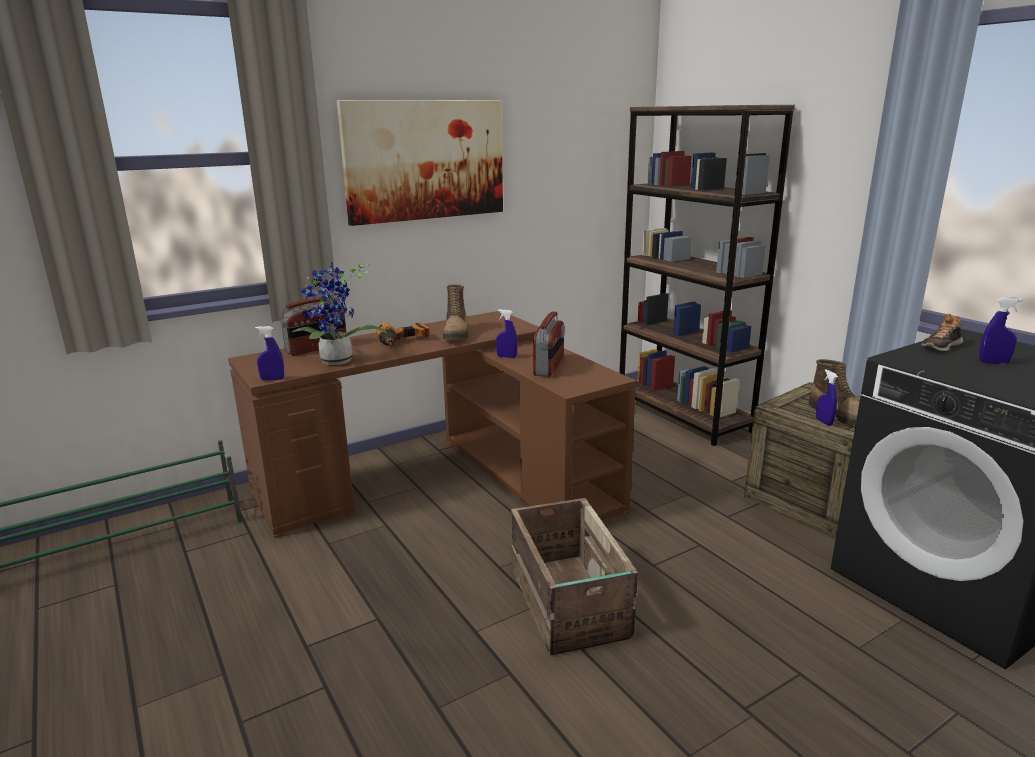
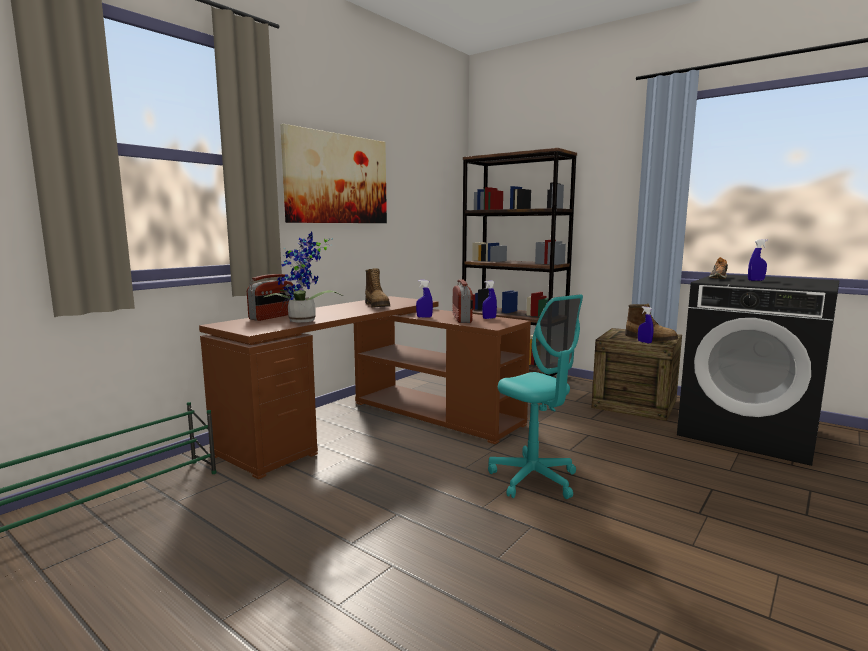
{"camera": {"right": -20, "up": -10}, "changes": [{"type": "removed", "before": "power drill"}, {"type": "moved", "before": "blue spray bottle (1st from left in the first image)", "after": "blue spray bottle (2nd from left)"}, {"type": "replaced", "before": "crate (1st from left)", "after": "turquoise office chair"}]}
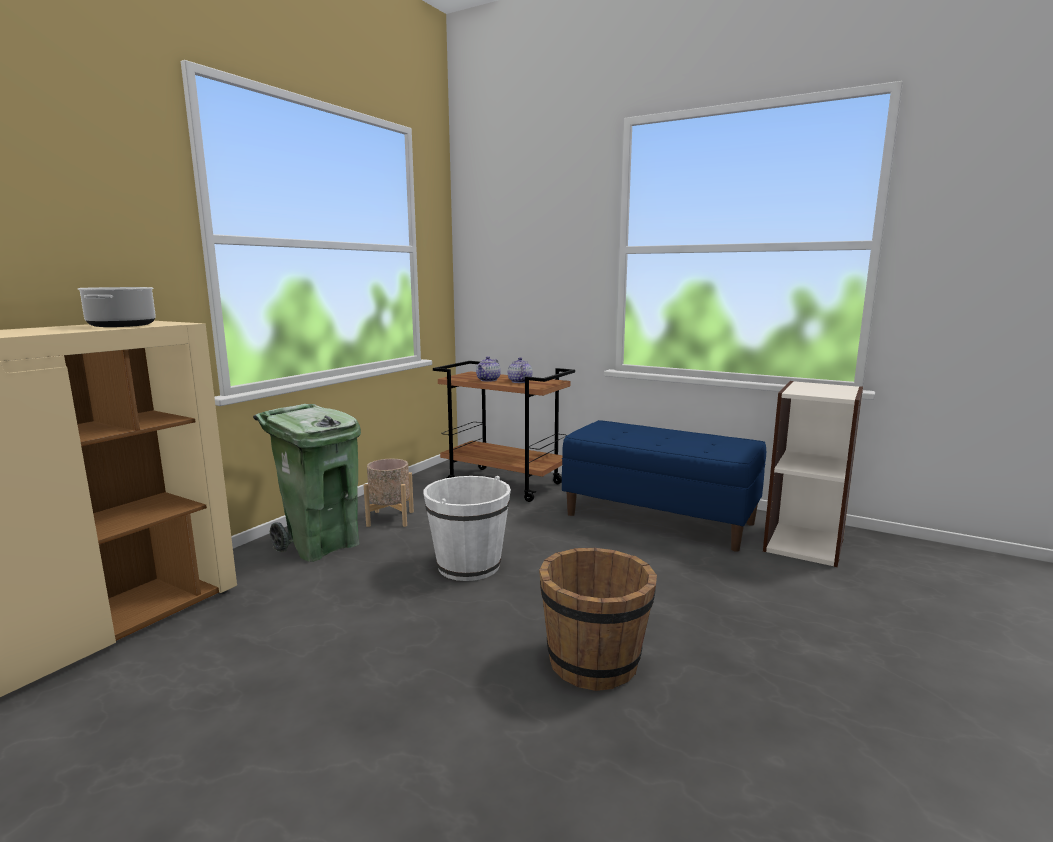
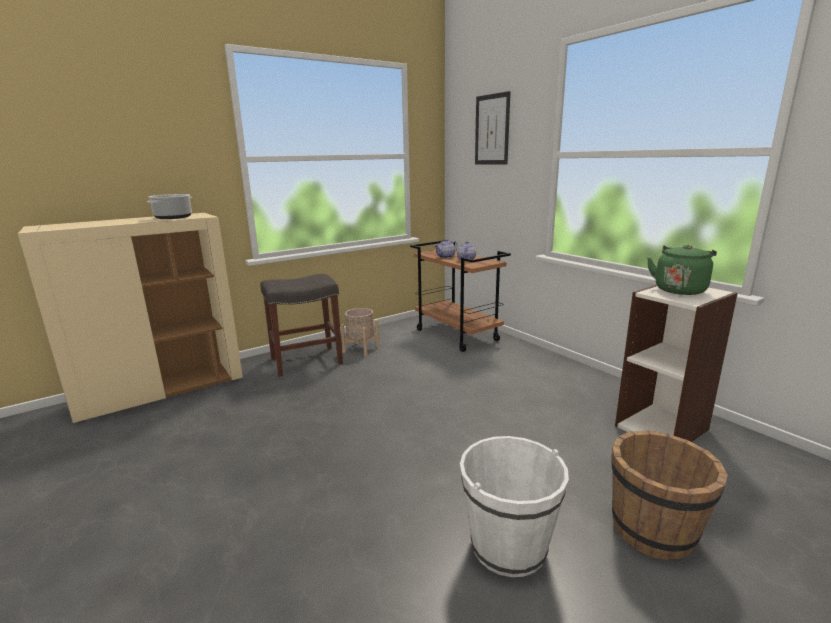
{"camera": {"right": 25, "up": 5}, "changes": [{"type": "replaced", "before": "green trash can", "after": "grey stool"}, {"type": "removed", "before": "blue bench"}, {"type": "moved", "before": "white bucket"}, {"type": "moved", "before": "brown bucket"}, {"type": "added", "after": "picture"}, {"type": "added", "after": "green kettle"}]}
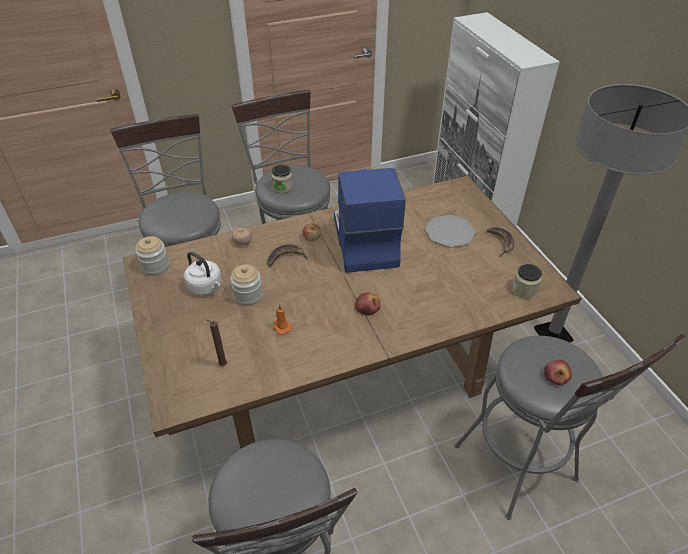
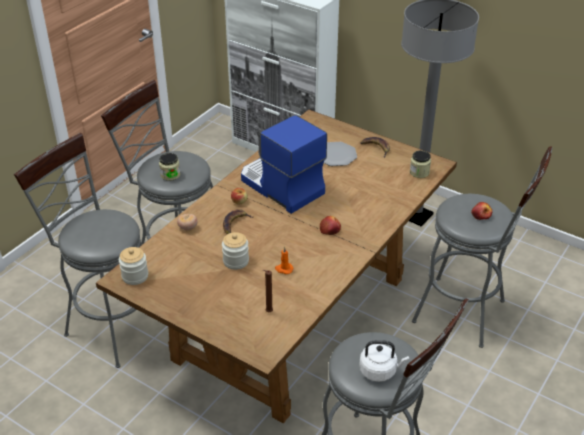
{"camera": {"right": -35, "up": -5}, "changes": [{"type": "moved", "before": "white kettle"}]}
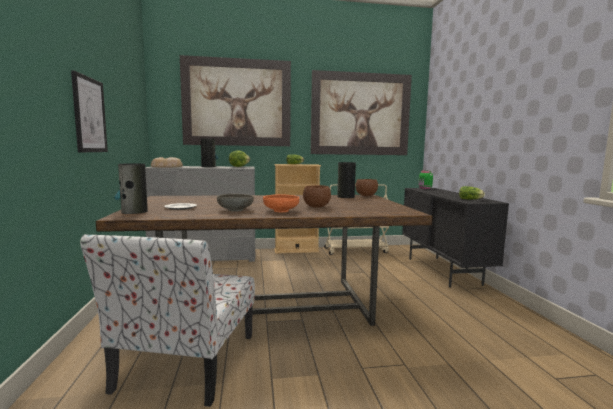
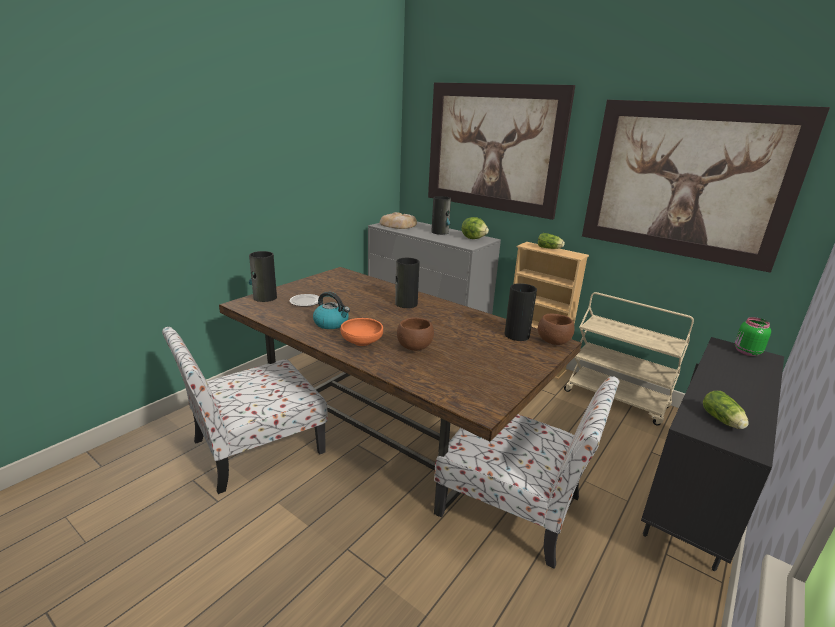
{"camera": {"right": 45, "up": 15}, "changes": [{"type": "removed", "before": "picture (1st from left)"}, {"type": "replaced", "before": "grey bowl", "after": "kettle"}, {"type": "added", "after": "vase (2nd from left)"}, {"type": "added", "after": "chair (2nd from left)"}]}
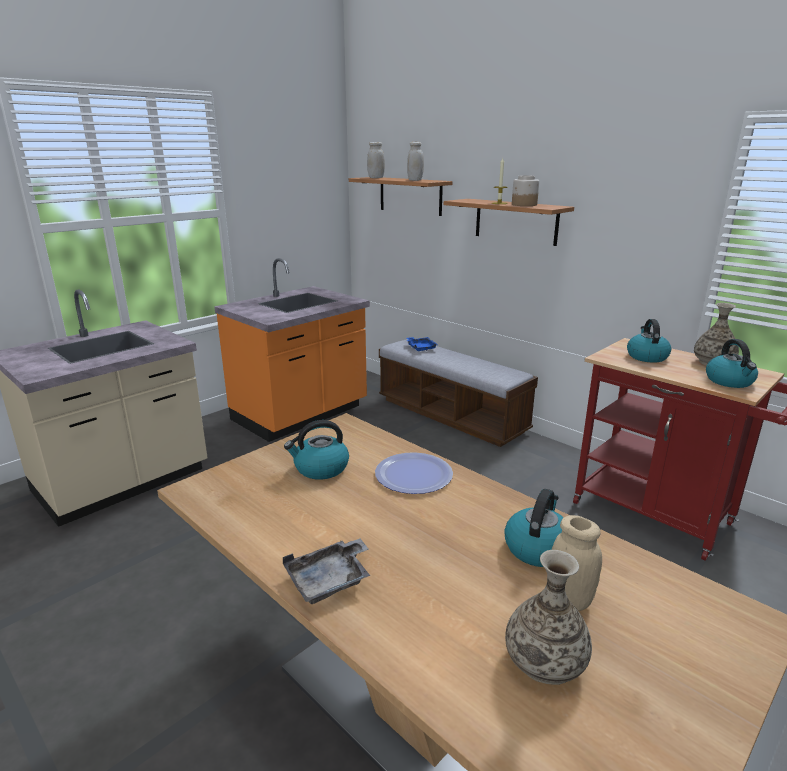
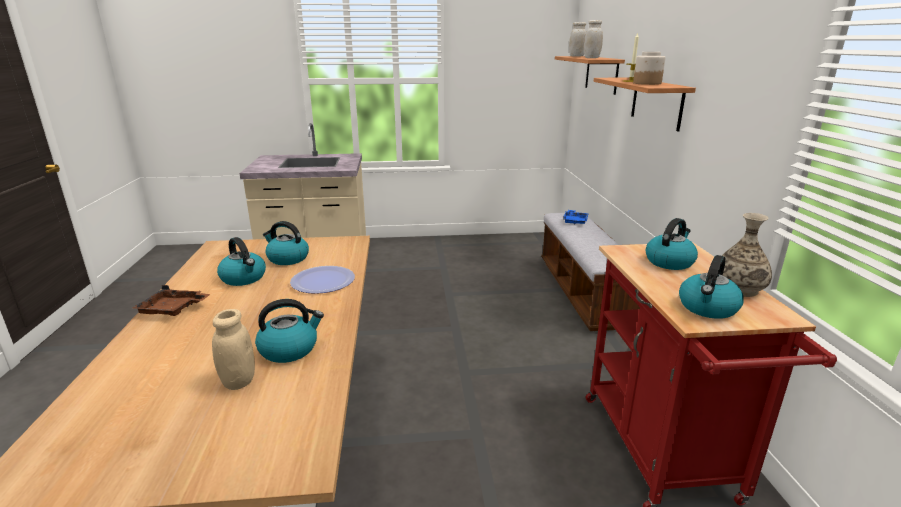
{"camera": {"right": 40, "up": 0}, "changes": [{"type": "removed", "before": "orange counter"}, {"type": "recoloured", "before": "grey tray", "after": "brown tray"}, {"type": "removed", "before": "vase (1st from left)"}, {"type": "added", "after": "kettle (1st from left)"}]}
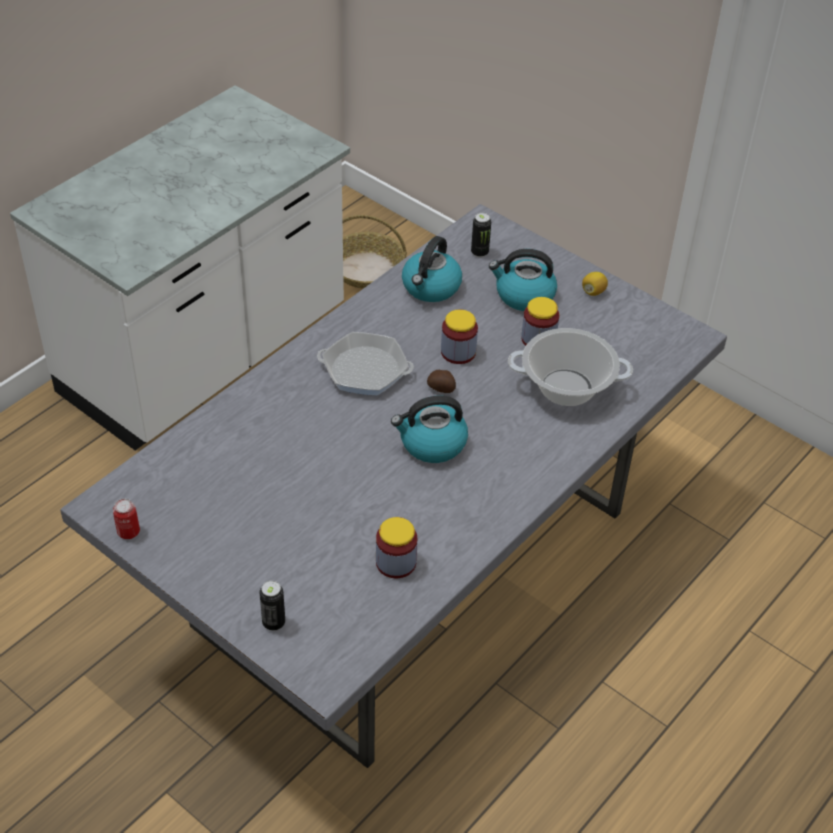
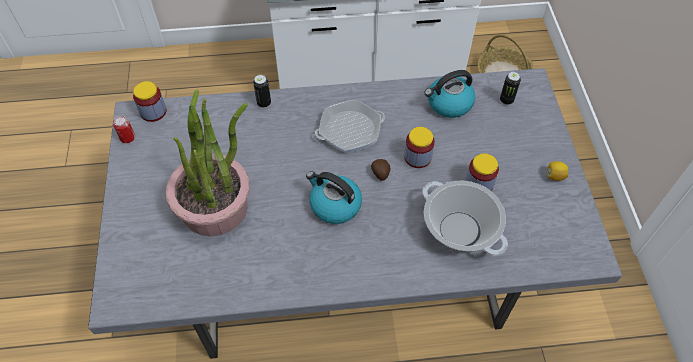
{"camera": {"right": 45, "up": 10}, "changes": [{"type": "removed", "before": "kettle (3rd from left)"}, {"type": "turned", "before": "frying pan", "turn": 105}, {"type": "moved", "before": "jar (1st from left)"}, {"type": "moved", "before": "can (2nd from left)"}, {"type": "added", "after": "potted plant"}]}
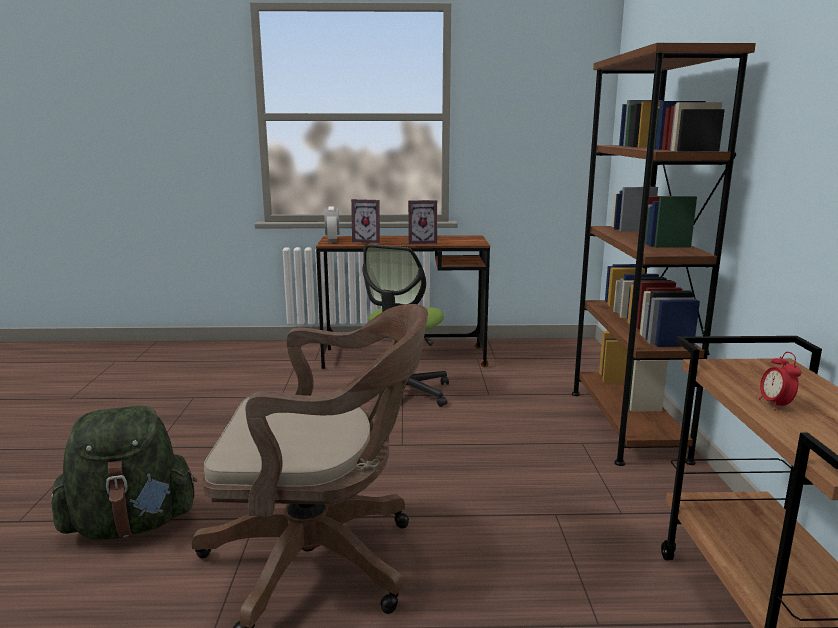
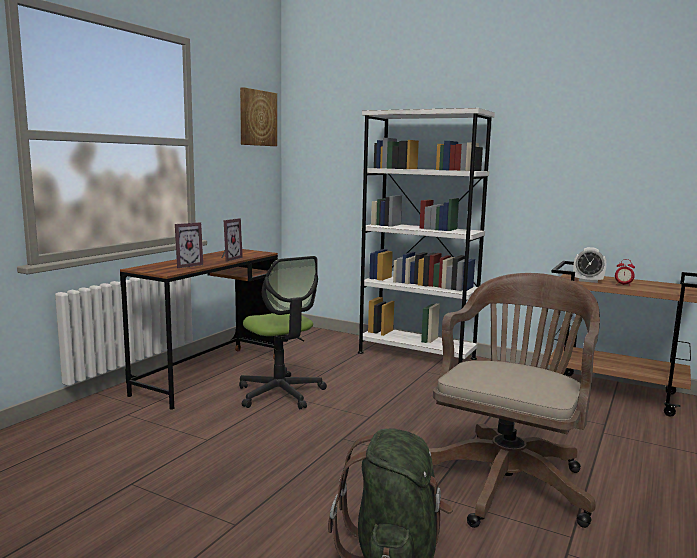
{"camera": {"right": -60, "up": -5}, "changes": [{"type": "recoloured", "before": "brown bookcase", "after": "white bookcase"}, {"type": "moved", "before": "alarm clock (1st from left)"}, {"type": "added", "after": "picture"}]}
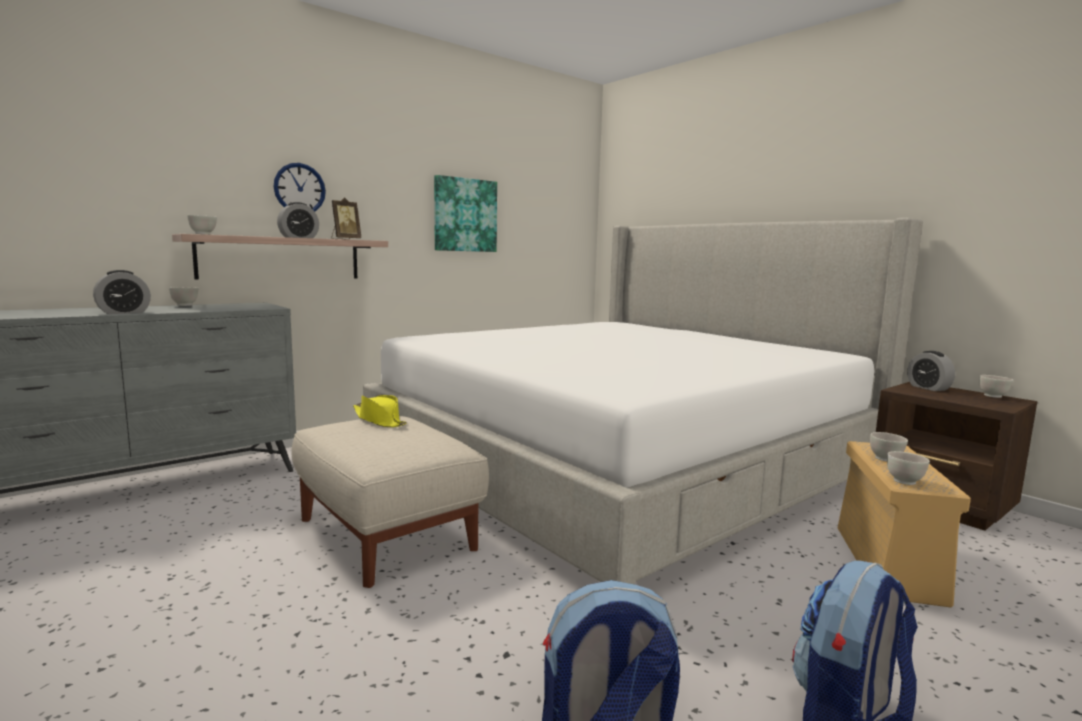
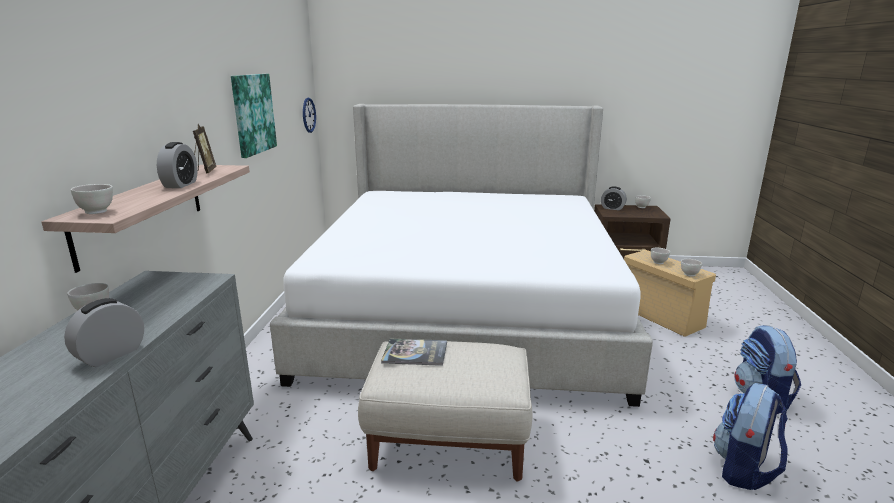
{"camera": {"right": -45, "up": 10}, "changes": [{"type": "moved", "before": "wall clock"}, {"type": "turned", "before": "alarm clock (1st from left)", "turn": -150}, {"type": "replaced", "before": "yellow hat", "after": "book"}]}
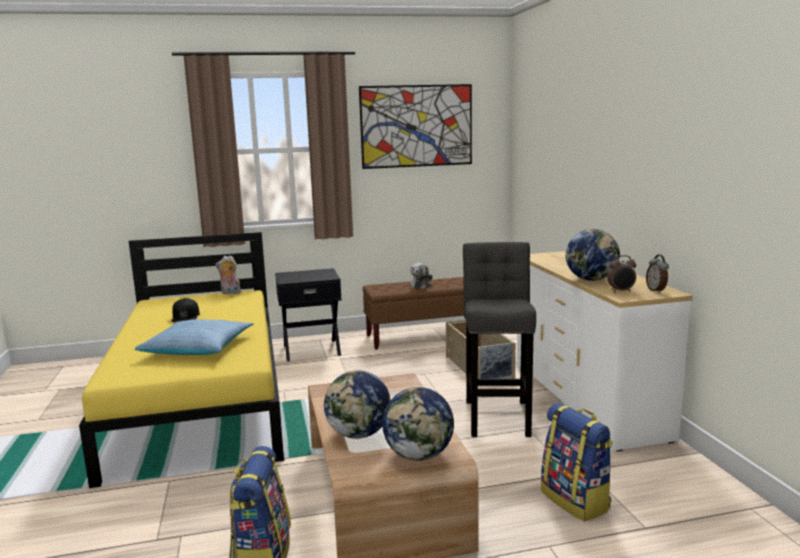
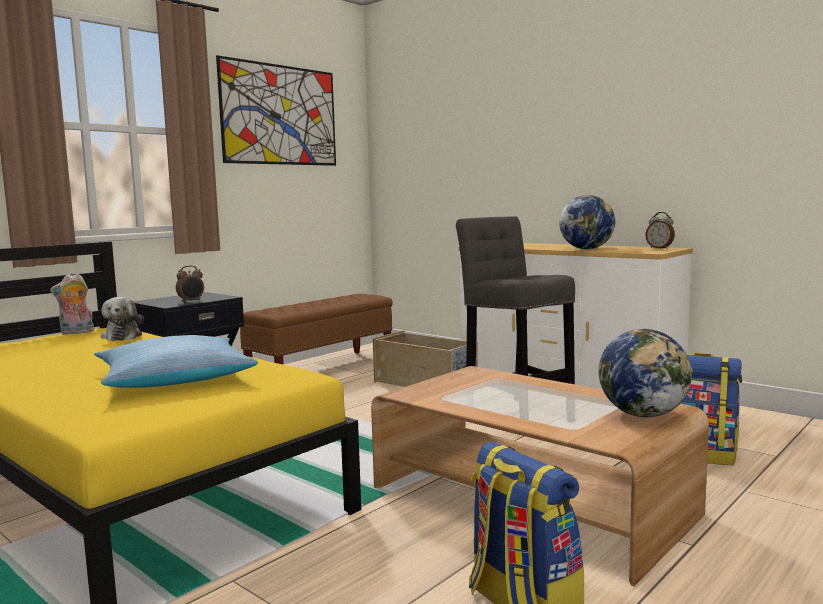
{"camera": {"right": -35, "up": -5}, "changes": [{"type": "moved", "before": "alarm clock (1st from left)"}, {"type": "moved", "before": "plush toy (2nd from left)"}, {"type": "removed", "before": "black cap"}, {"type": "removed", "before": "globe (1st from left)"}]}
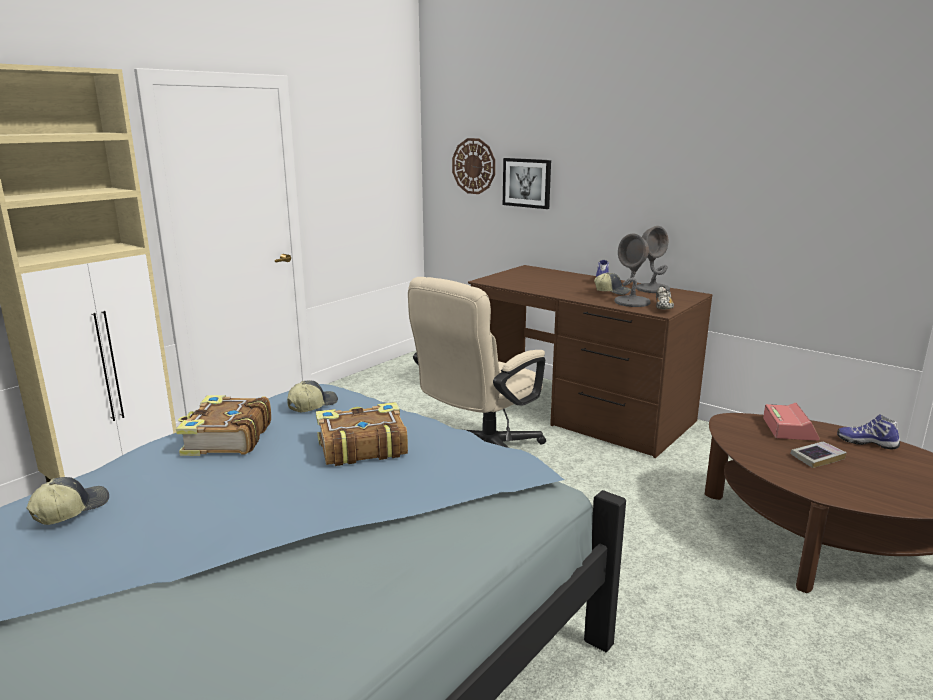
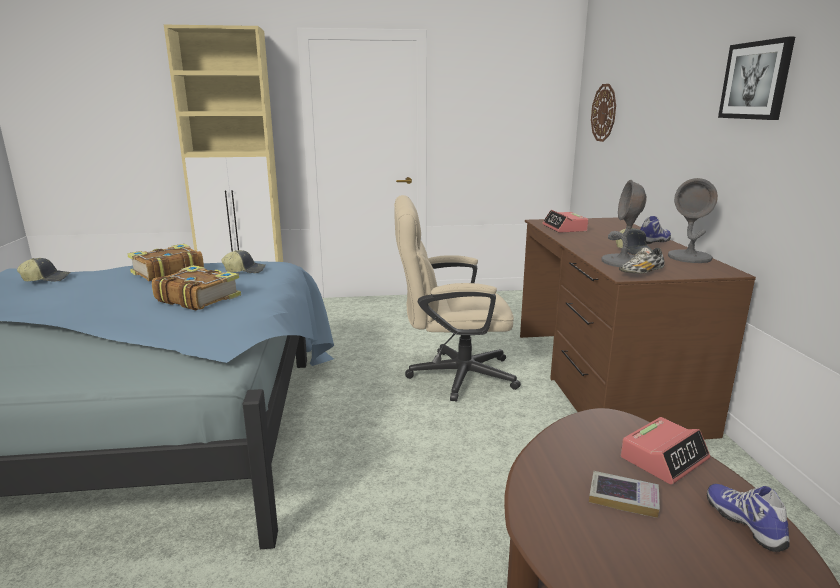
{"camera": {"right": 45, "up": 0}, "changes": [{"type": "moved", "before": "picture"}, {"type": "added", "after": "alarm clock (1st from left)"}]}
